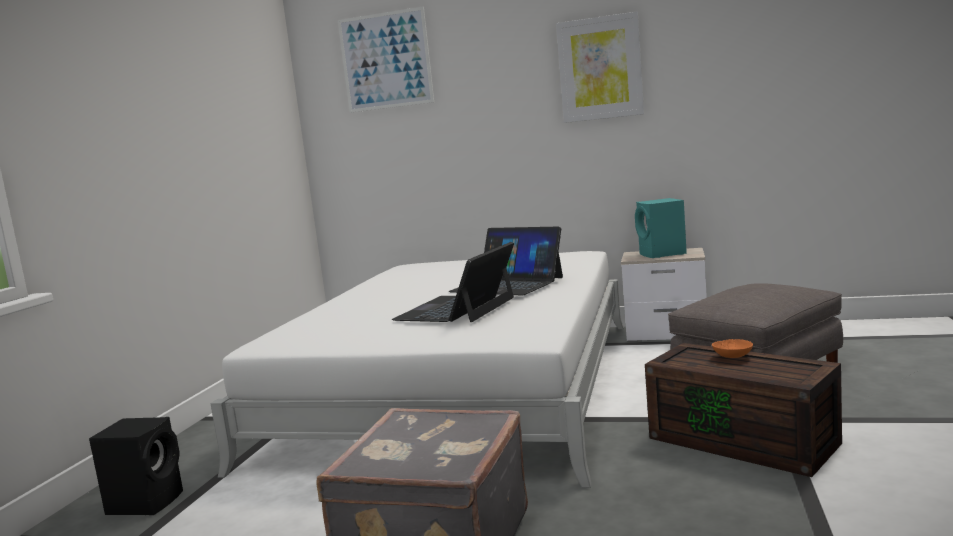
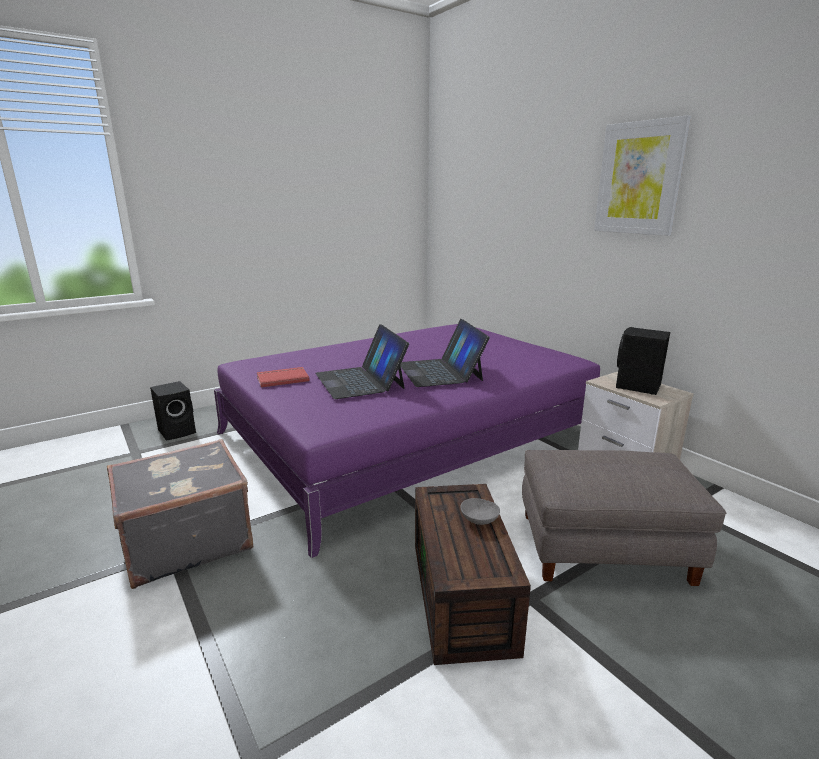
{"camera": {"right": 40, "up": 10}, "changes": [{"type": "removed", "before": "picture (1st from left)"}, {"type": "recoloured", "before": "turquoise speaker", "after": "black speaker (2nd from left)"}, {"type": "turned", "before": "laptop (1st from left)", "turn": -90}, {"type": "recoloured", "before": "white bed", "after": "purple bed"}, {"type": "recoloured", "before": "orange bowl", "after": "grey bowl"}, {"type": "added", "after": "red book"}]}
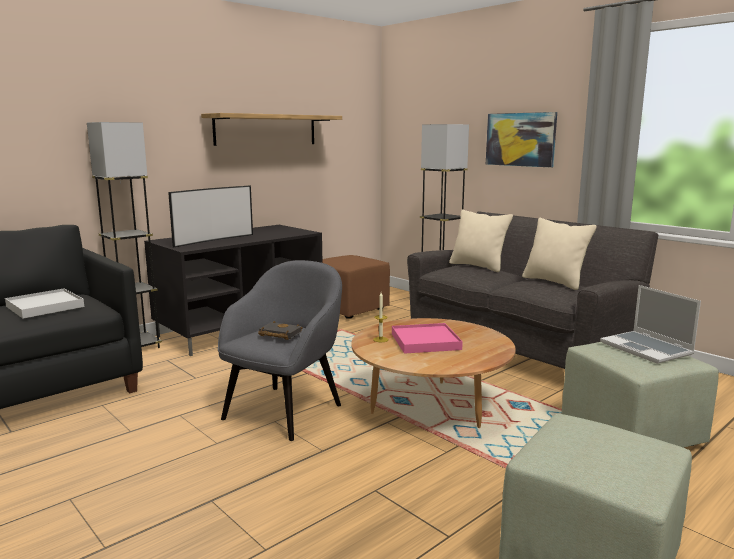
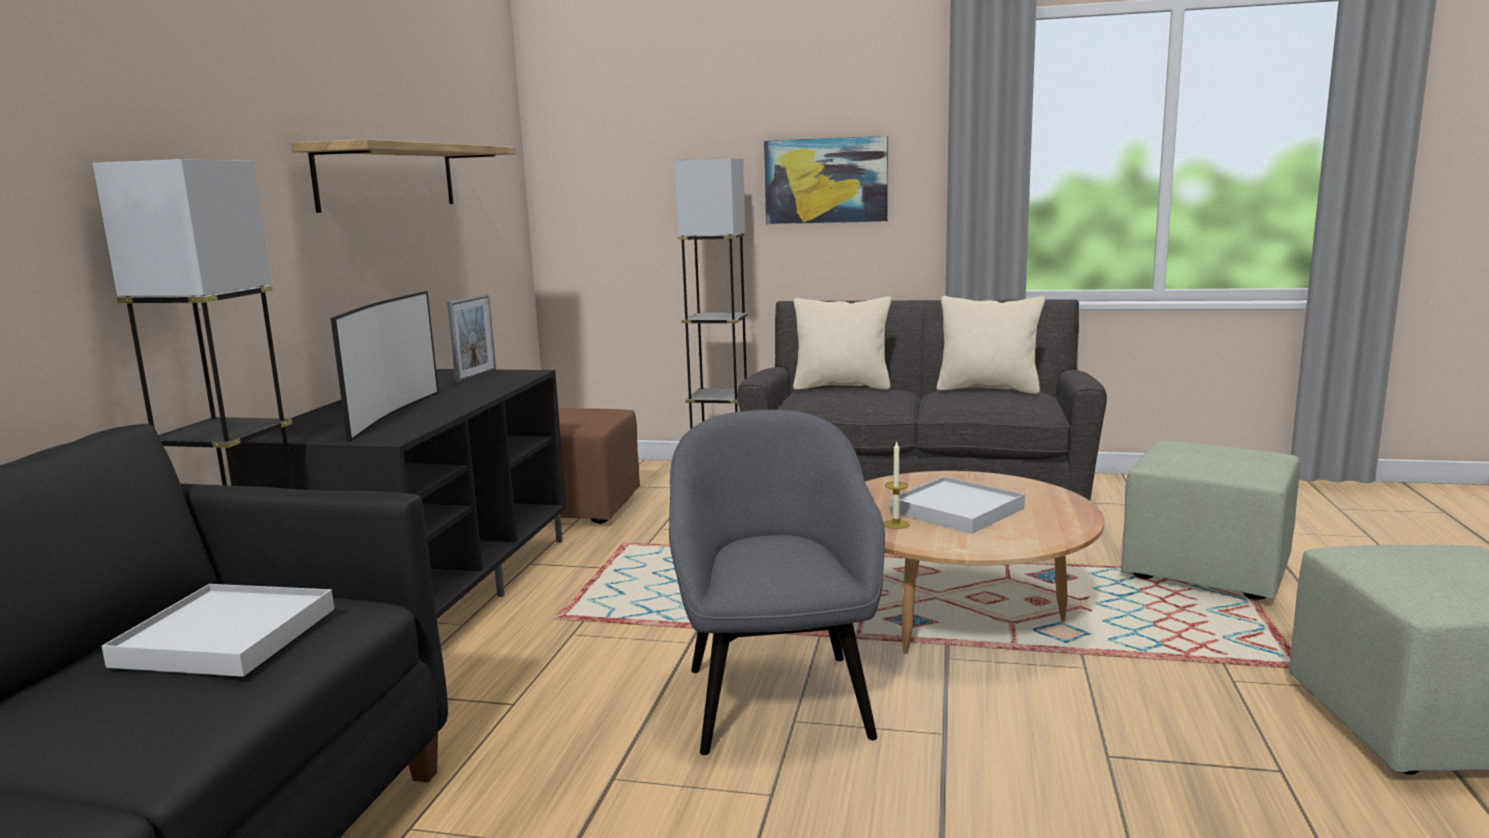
{"camera": {"right": -35, "up": 0}, "changes": [{"type": "removed", "before": "laptop"}, {"type": "removed", "before": "black book"}, {"type": "recoloured", "before": "pink tray", "after": "white tray (2nd from left)"}, {"type": "added", "after": "picture frame"}]}
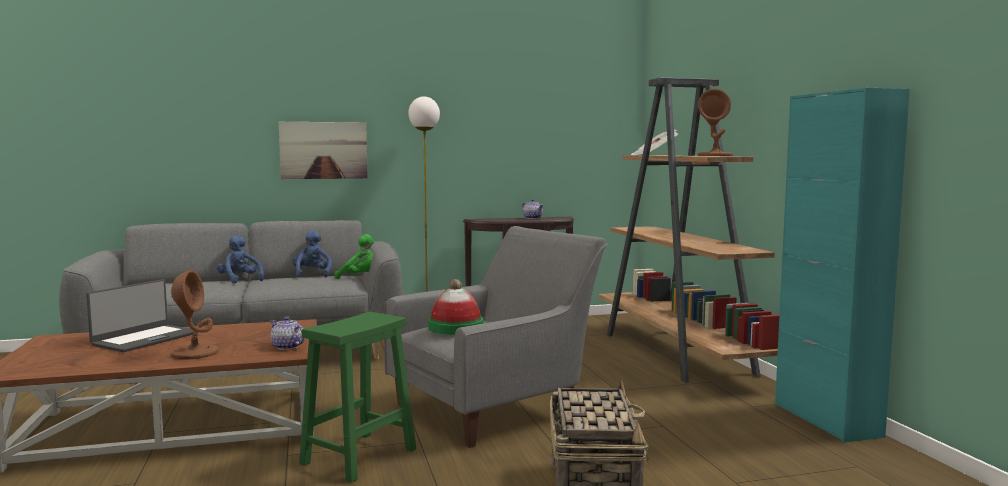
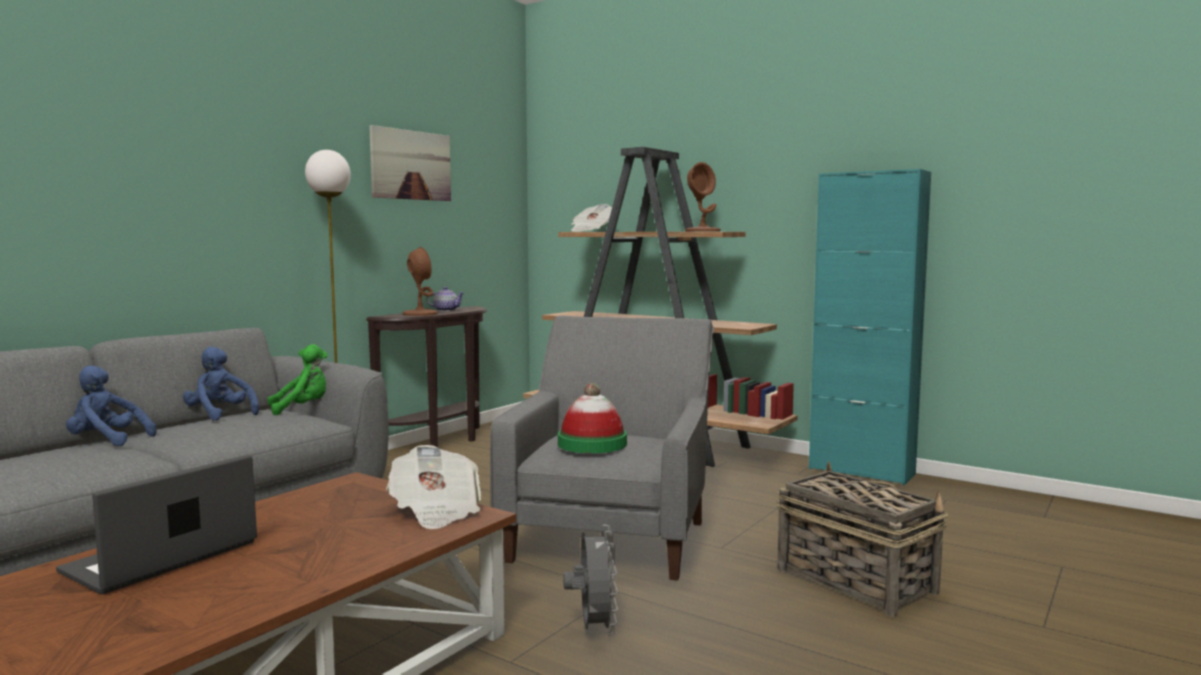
{"camera": {"right": -40, "up": 0}, "changes": [{"type": "moved", "before": "picture"}, {"type": "moved", "before": "brown table lamp (1st from left)"}, {"type": "turned", "before": "laptop", "turn": -135}, {"type": "replaced", "before": "green stool", "after": "grey fan"}, {"type": "replaced", "before": "teapot (1st from left)", "after": "newspaper (1st from left)"}]}
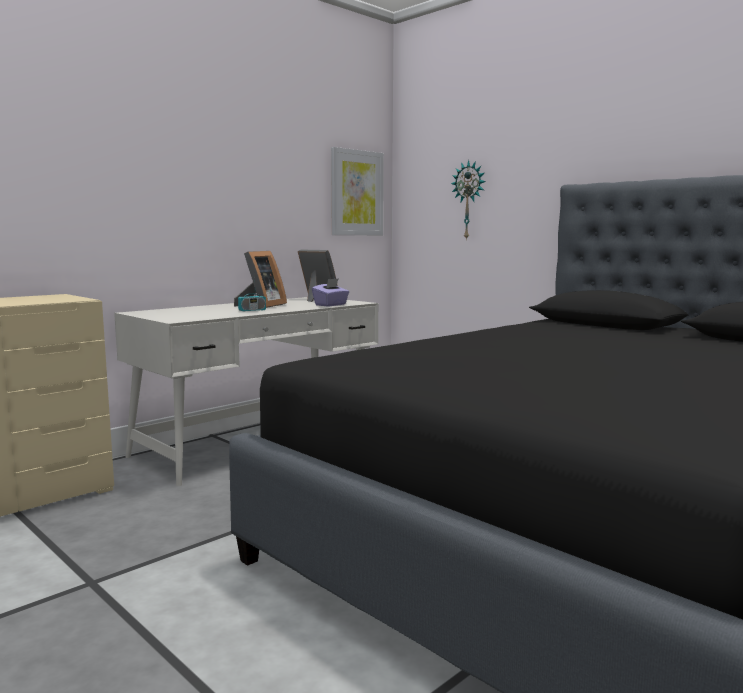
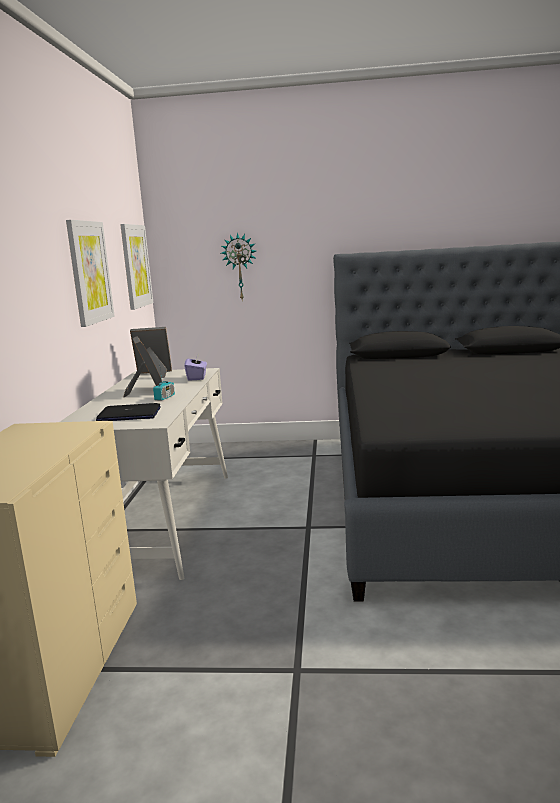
{"camera": {"right": -40, "up": 5}, "changes": [{"type": "added", "after": "picture (1st from left)"}, {"type": "added", "after": "laptop"}]}
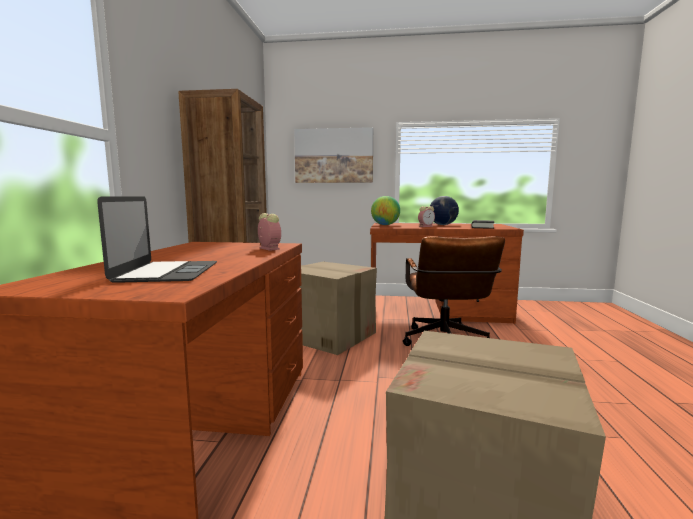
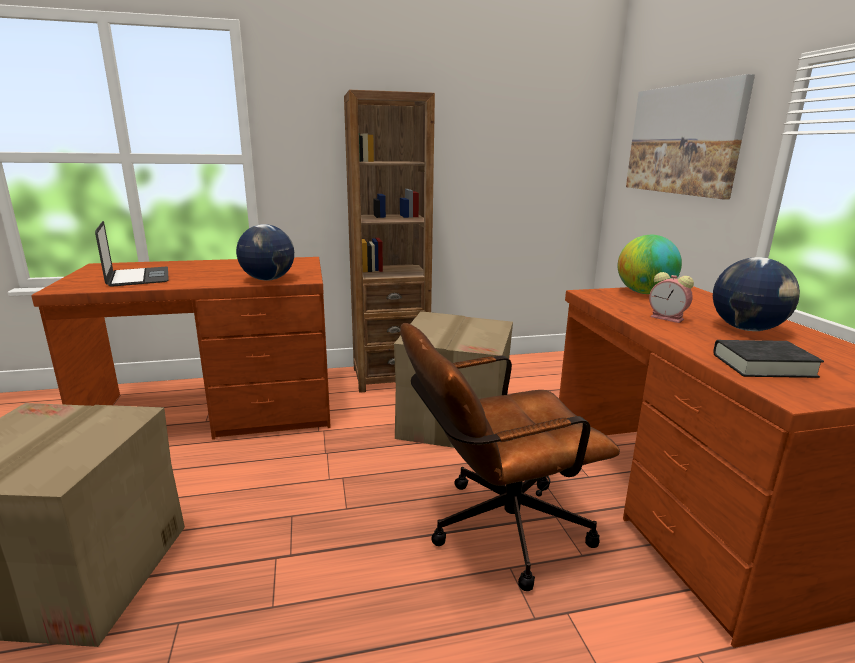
{"camera": {"right": 70, "up": 10}, "changes": [{"type": "turned", "before": "laptop", "turn": -90}, {"type": "replaced", "before": "alarm clock (1st from left)", "after": "globe (1st from left)"}]}
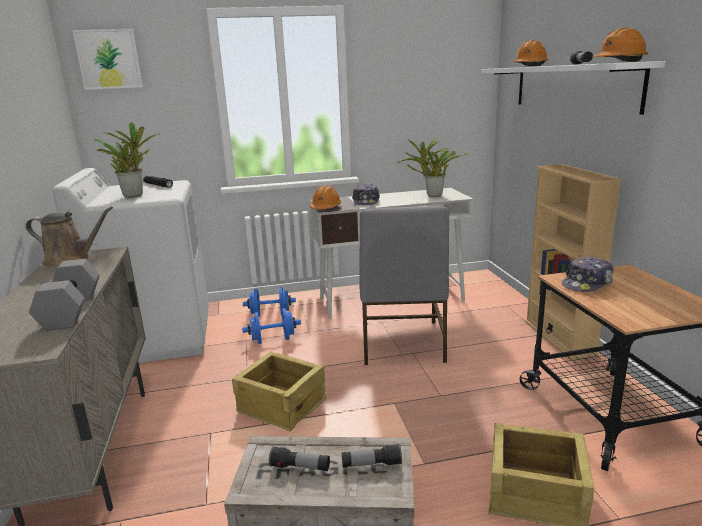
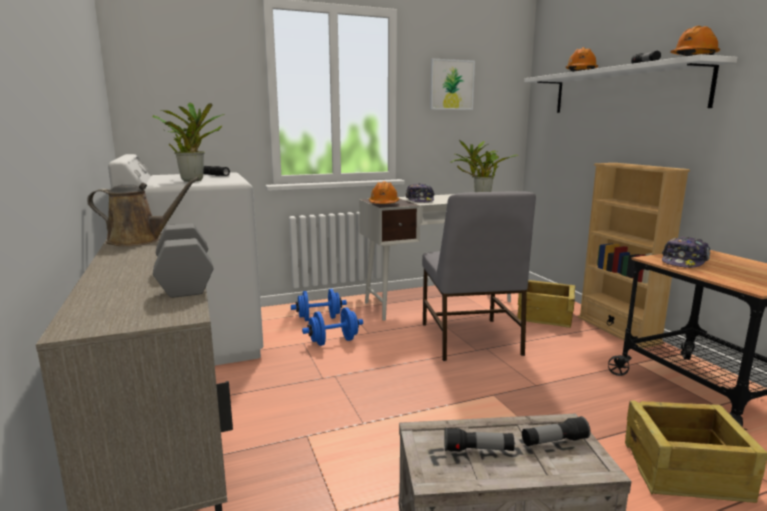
{"camera": {"right": -10, "up": -5}, "changes": [{"type": "moved", "before": "picture"}, {"type": "moved", "before": "crate (1st from left in the first image)", "after": "crate (2nd from left)"}]}
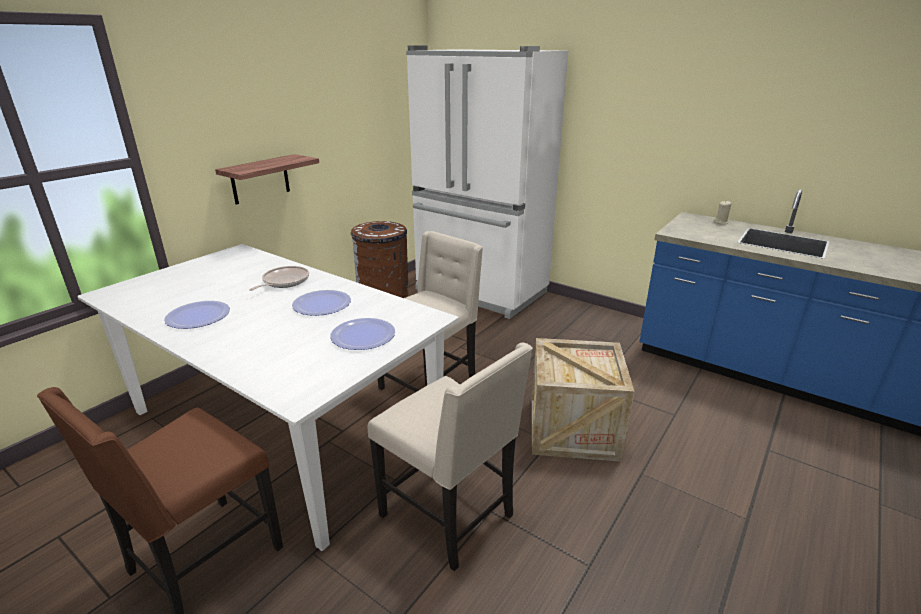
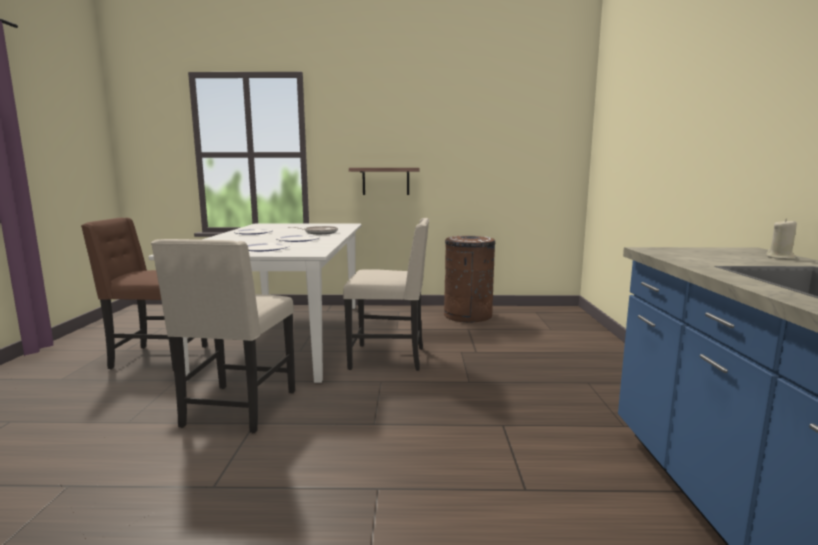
{"camera": {"right": 55, "up": -15}, "changes": [{"type": "removed", "before": "white fridge"}, {"type": "removed", "before": "crate"}]}
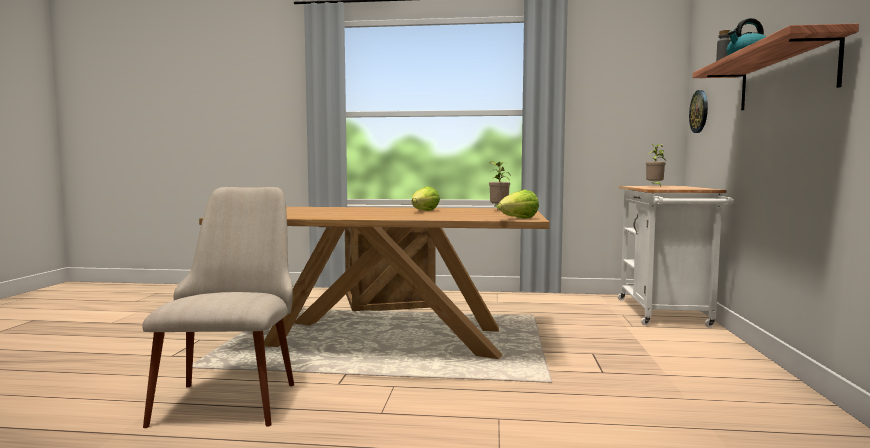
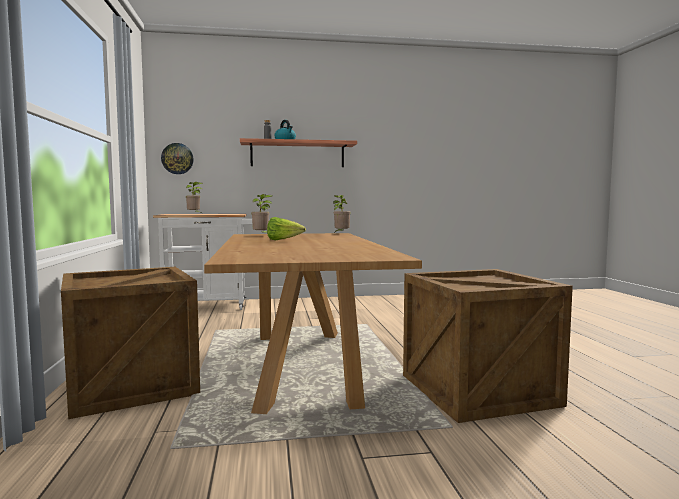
{"camera": {"right": -105, "up": 0}, "changes": [{"type": "replaced", "before": "beige chair", "after": "crate (2nd from left)"}, {"type": "replaced", "before": "lettuce (2nd from left)", "after": "potted plant (3rd from left)"}]}
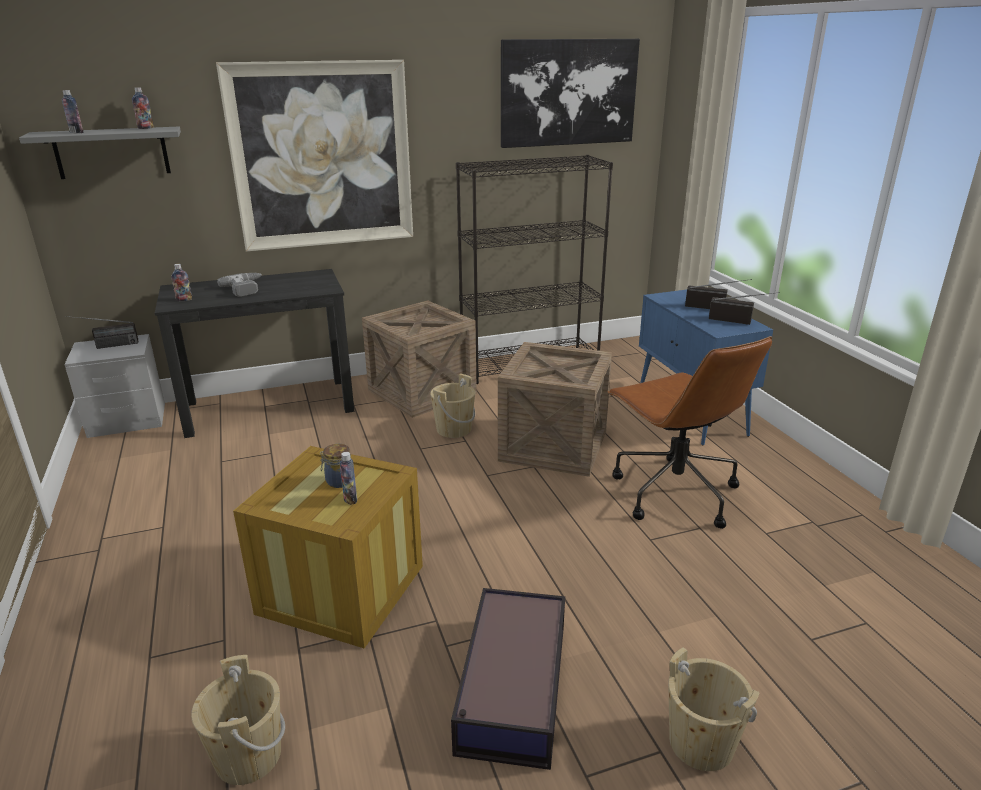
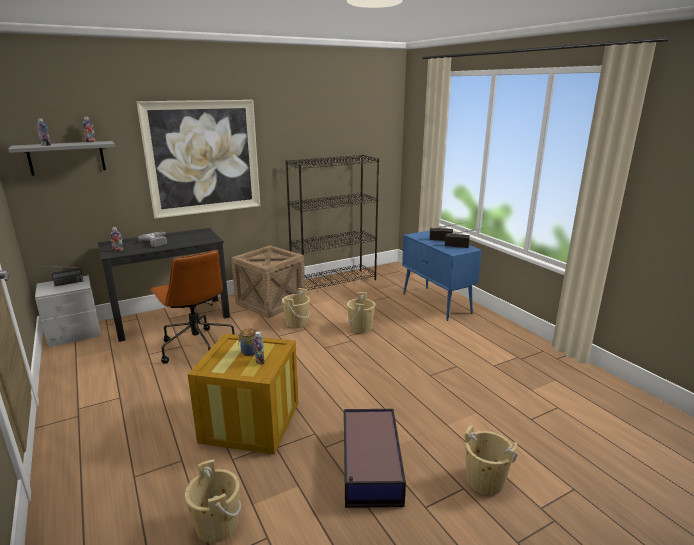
{"camera": {"right": -10, "up": -5}, "changes": [{"type": "removed", "before": "picture (2nd from left)"}, {"type": "moved", "before": "brown office chair"}, {"type": "replaced", "before": "crate (3rd from left)", "after": "beige bucket (3rd from left)"}]}
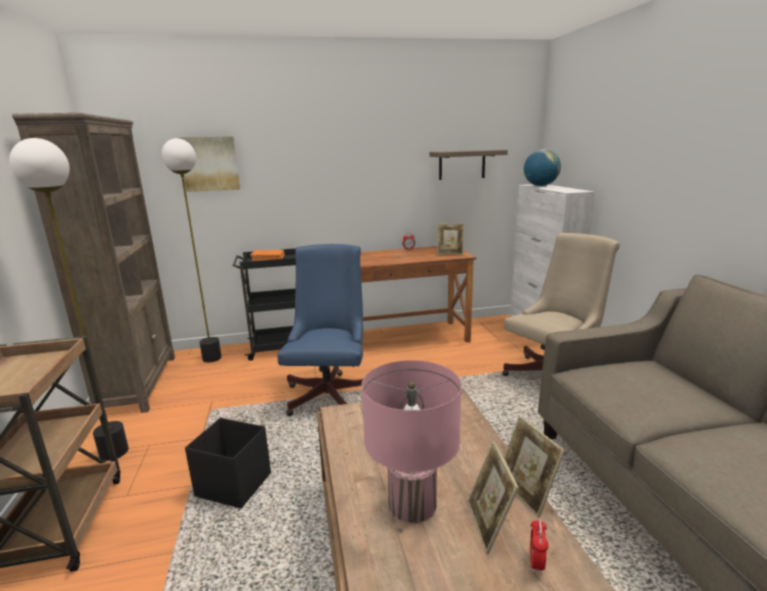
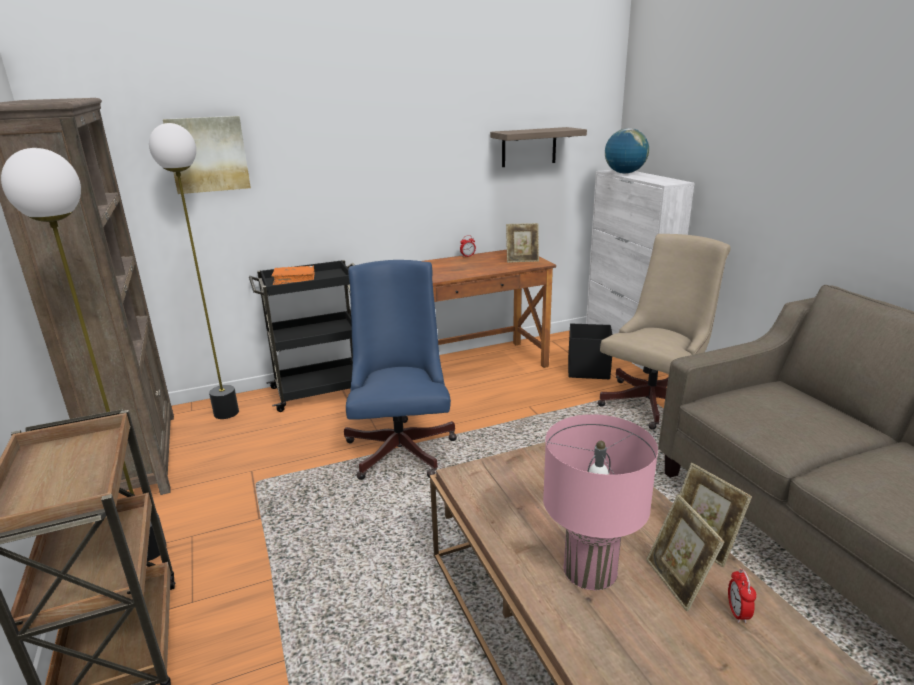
{"camera": {"right": -10, "up": 5}, "changes": [{"type": "moved", "before": "black storage box"}]}
